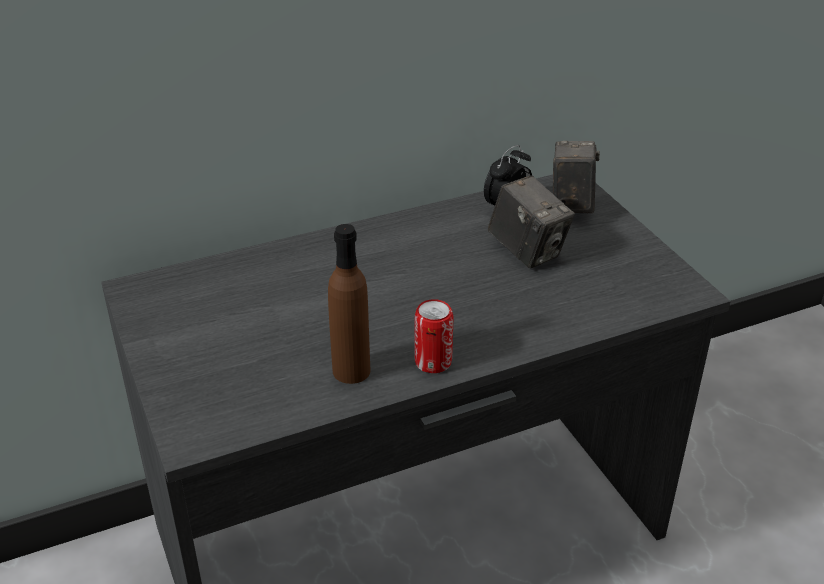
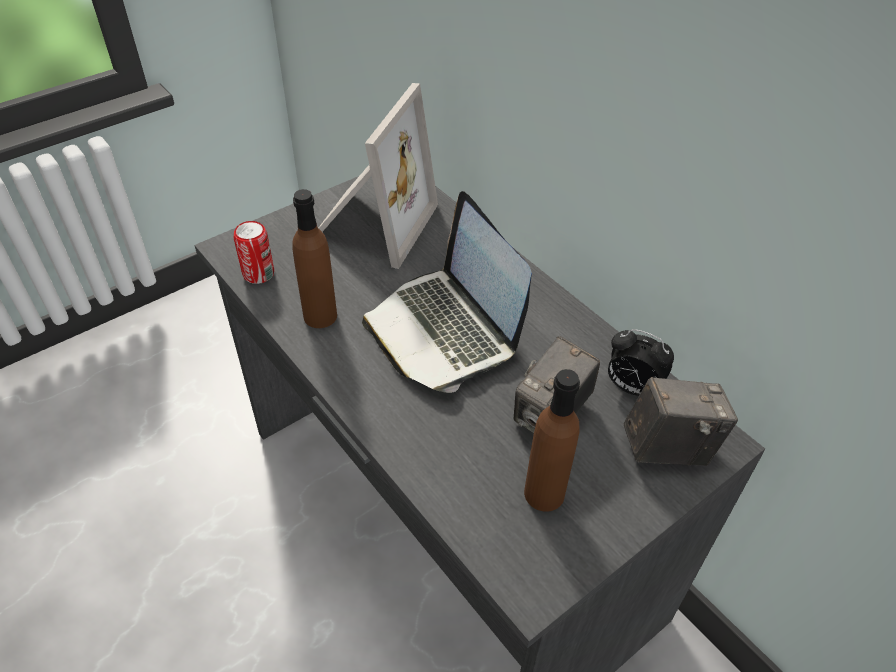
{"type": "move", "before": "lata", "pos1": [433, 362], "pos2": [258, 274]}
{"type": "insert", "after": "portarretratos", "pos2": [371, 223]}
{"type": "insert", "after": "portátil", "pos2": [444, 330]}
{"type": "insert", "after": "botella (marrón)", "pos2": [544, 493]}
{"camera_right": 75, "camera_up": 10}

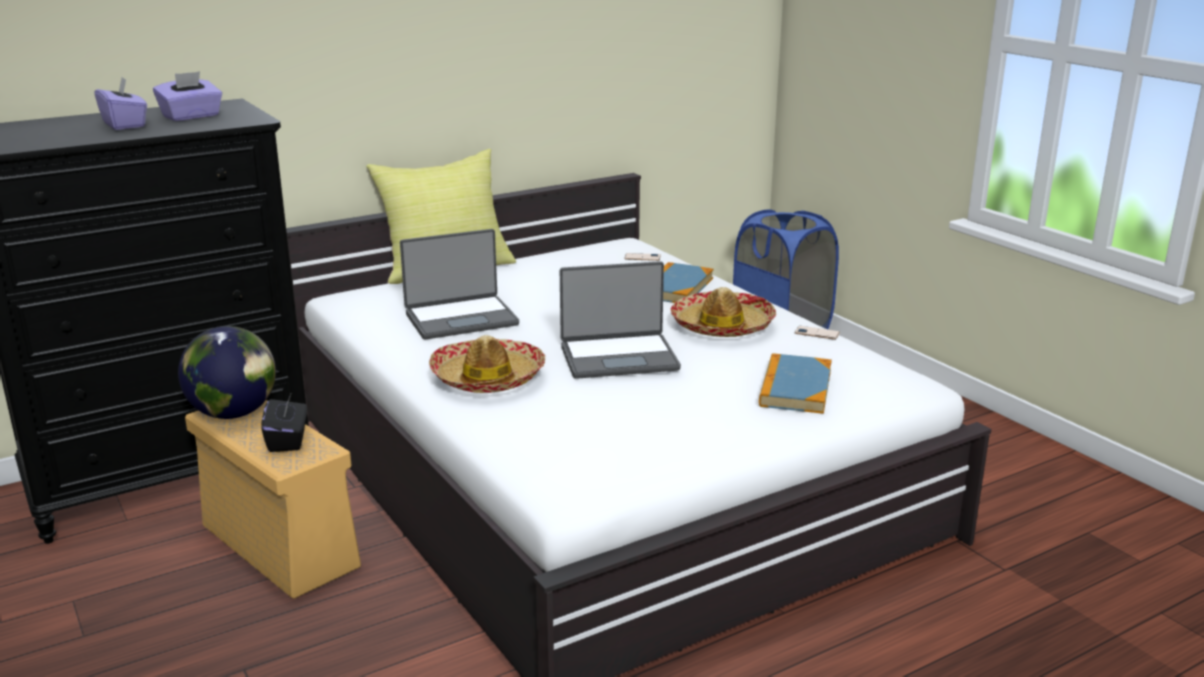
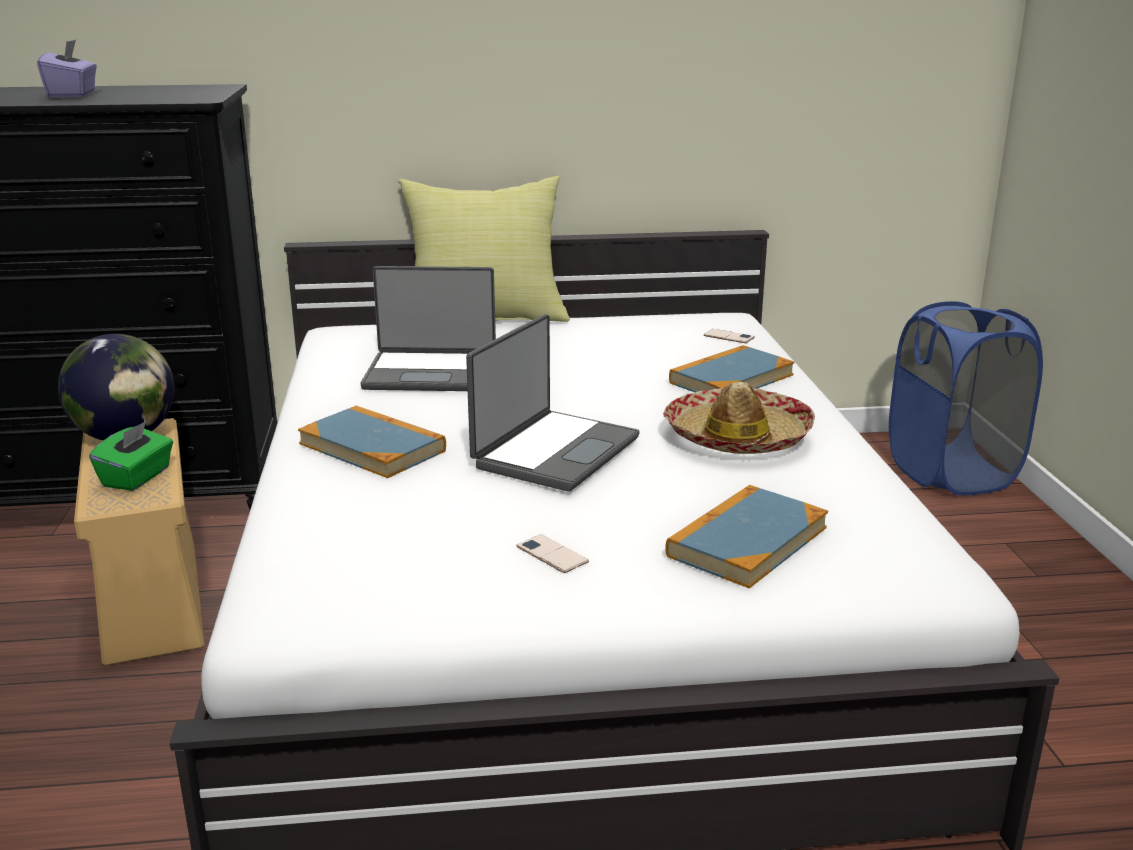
{"type": "delete", "before": "caja de pañuelos (morado)", "pos1": [191, 116]}
{"type": "rotate", "before": "portátil", "pos1": [619, 357], "pos2": [554, 452], "turn": -75}
{"type": "move", "before": "móvil", "pos1": [817, 333], "pos2": [552, 554]}
{"type": "replace", "before": "sombrero", "after": "libro", "pos1": [488, 378], "pos2": [372, 447]}
{"type": "recolor", "before": "caja de pañuelos (negro)", "after": "caja de pañuelos (verde)", "pos1": [288, 440], "pos2": [137, 477]}
{"camera_right": 25, "camera_up": 0}

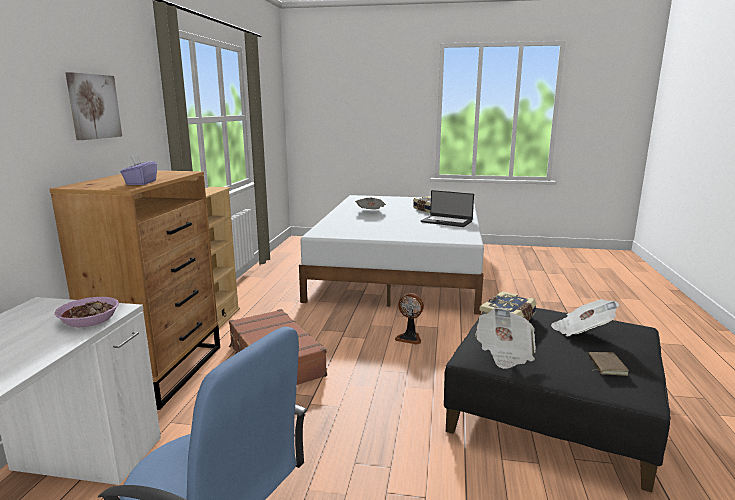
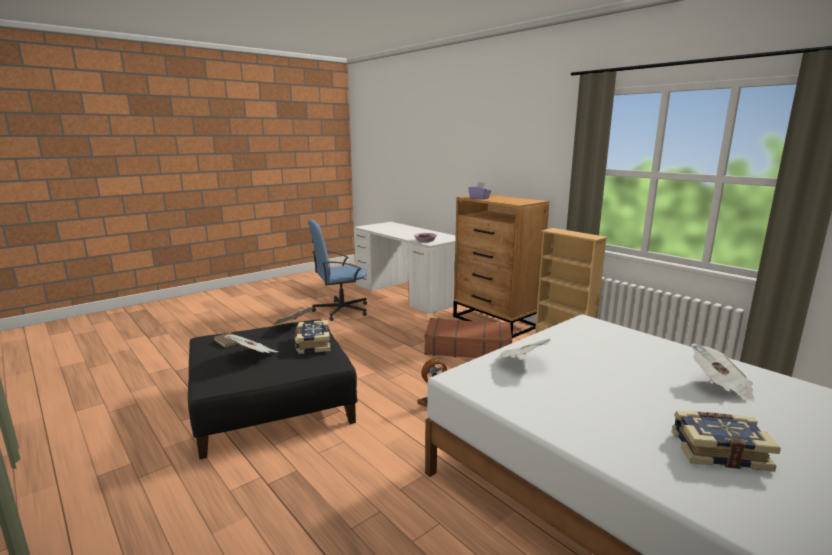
{"type": "delete", "before": "cuadro", "pos1": [93, 106]}
{"type": "delete", "before": "portátil", "pos1": [446, 221]}
{"type": "insert", "after": "periódico", "pos2": [520, 363]}
{"camera_right": 130, "camera_up": 0}

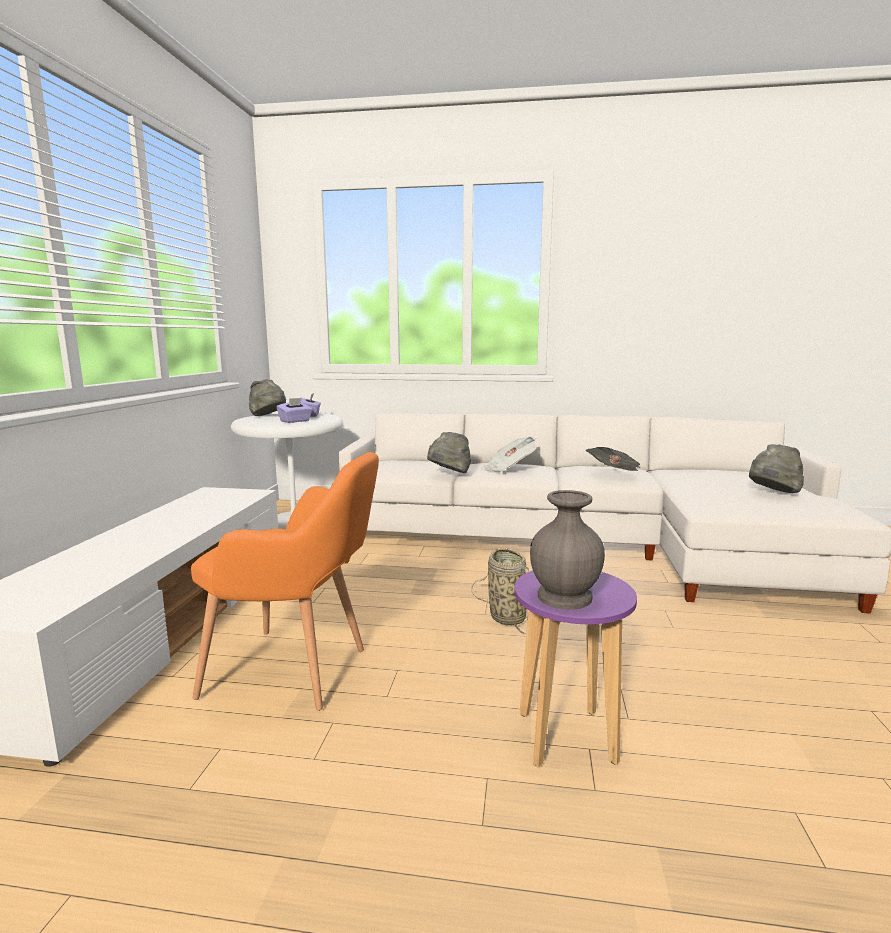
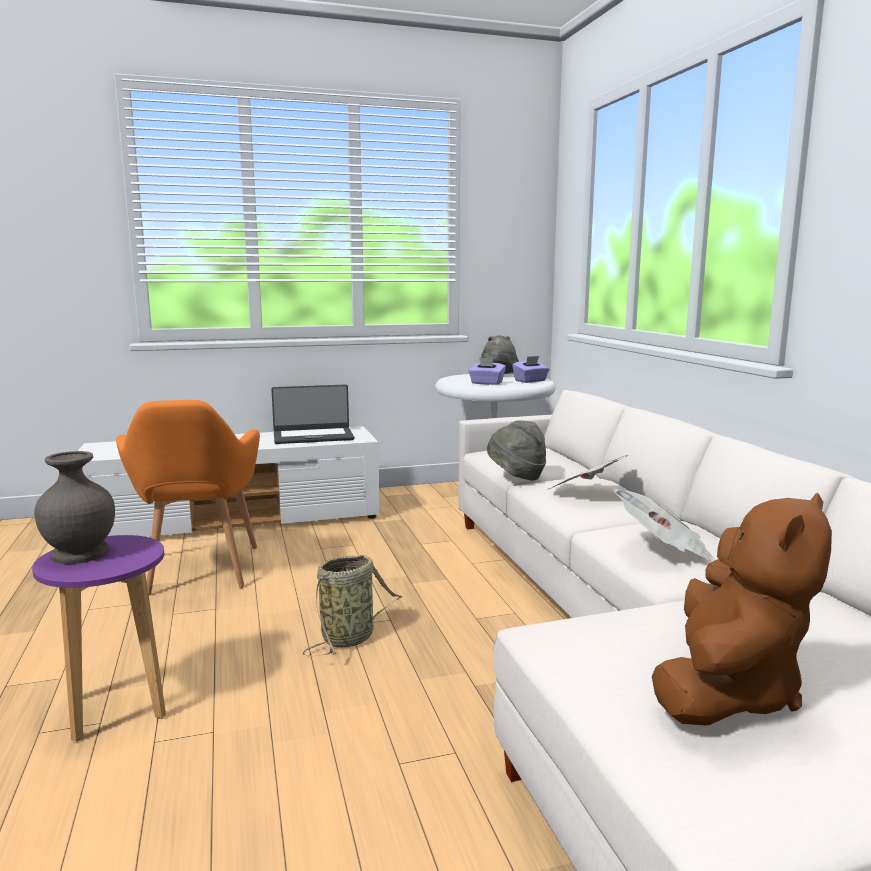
{"type": "replace", "before": "sombrero (gris)", "after": "peluche (marrón)", "pos1": [773, 494], "pos2": [727, 691]}
{"type": "insert", "after": "portátil", "pos2": [313, 436]}
{"camera_right": 65, "camera_up": 0}

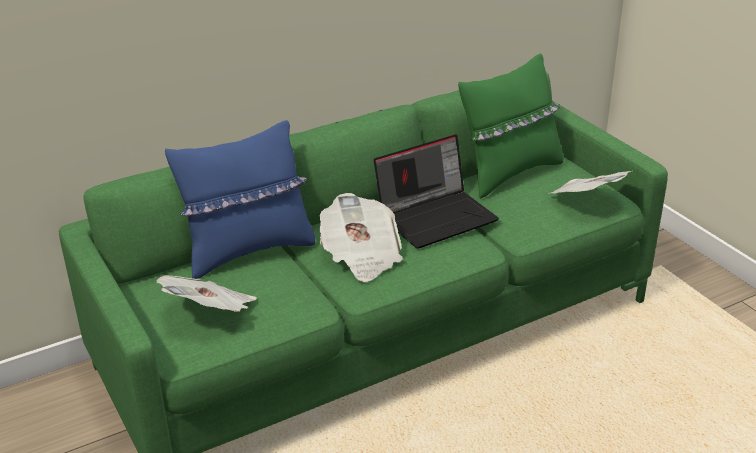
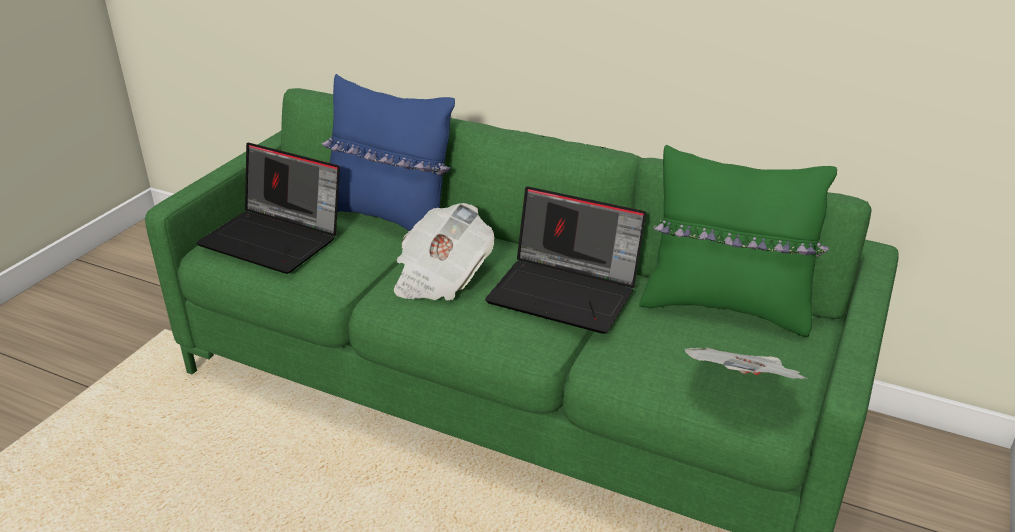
{"type": "replace", "before": "periódico", "after": "portátil", "pos1": [211, 313], "pos2": [275, 239]}
{"camera_right": 55, "camera_up": 0}

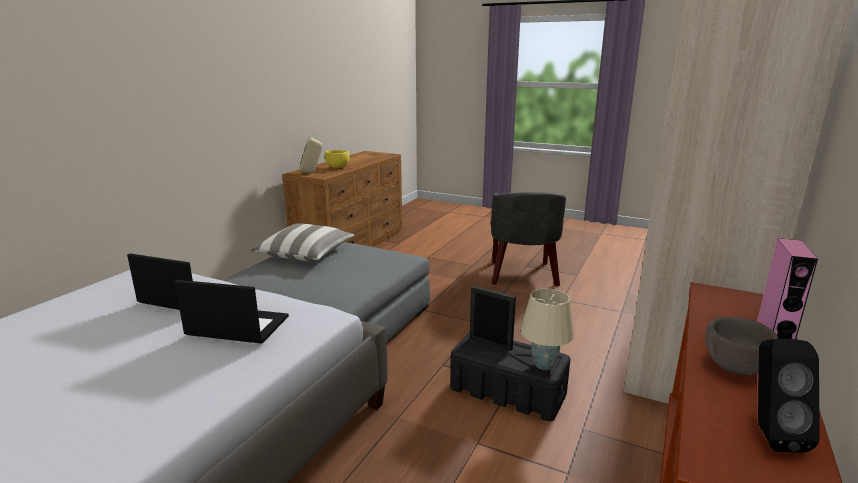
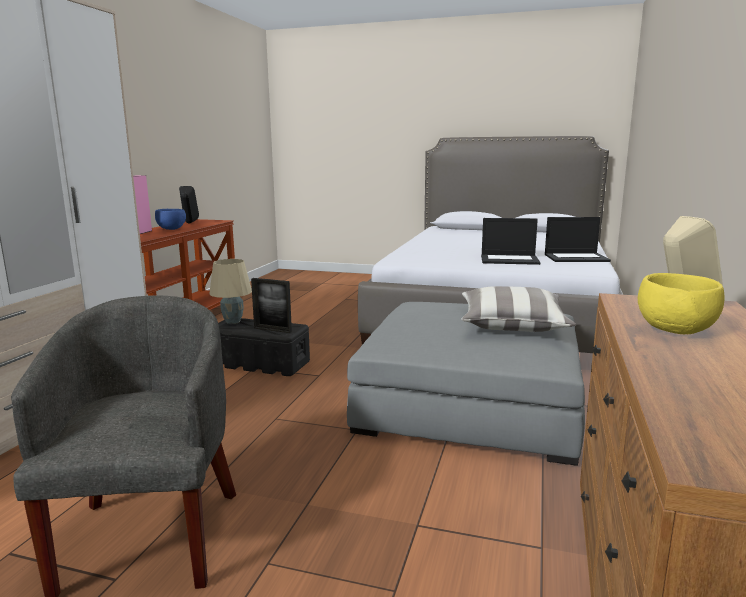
{"type": "move", "before": "portátil", "pos1": [236, 326], "pos2": [576, 258]}
{"type": "recolor", "before": "cuenco (marrón)", "after": "cuenco (azul)", "pos1": [734, 367], "pos2": [171, 229]}
{"camera_right": 170, "camera_up": -5}

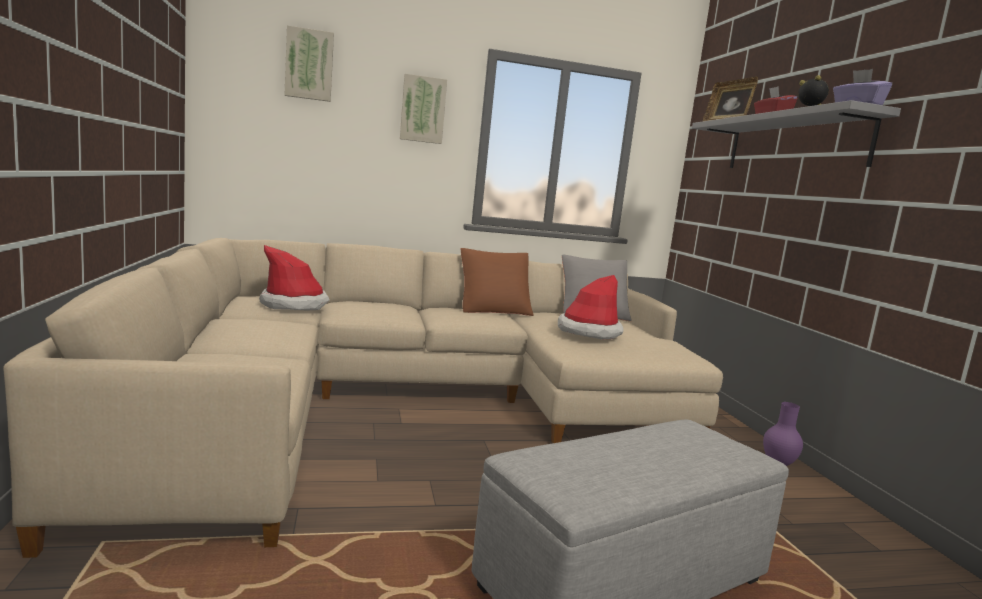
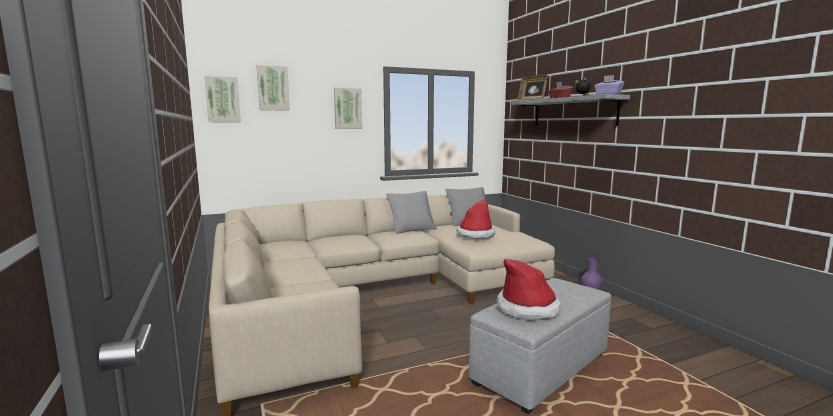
{"type": "move", "before": "sombrero", "pos1": [294, 304], "pos2": [528, 308]}
{"type": "recolor", "before": "cojín (marrón)", "after": "cojín (gris)", "pos1": [493, 309], "pos2": [411, 228]}
{"type": "insert", "after": "cuadro", "pos2": [222, 99]}
{"camera_right": -10, "camera_up": 0}

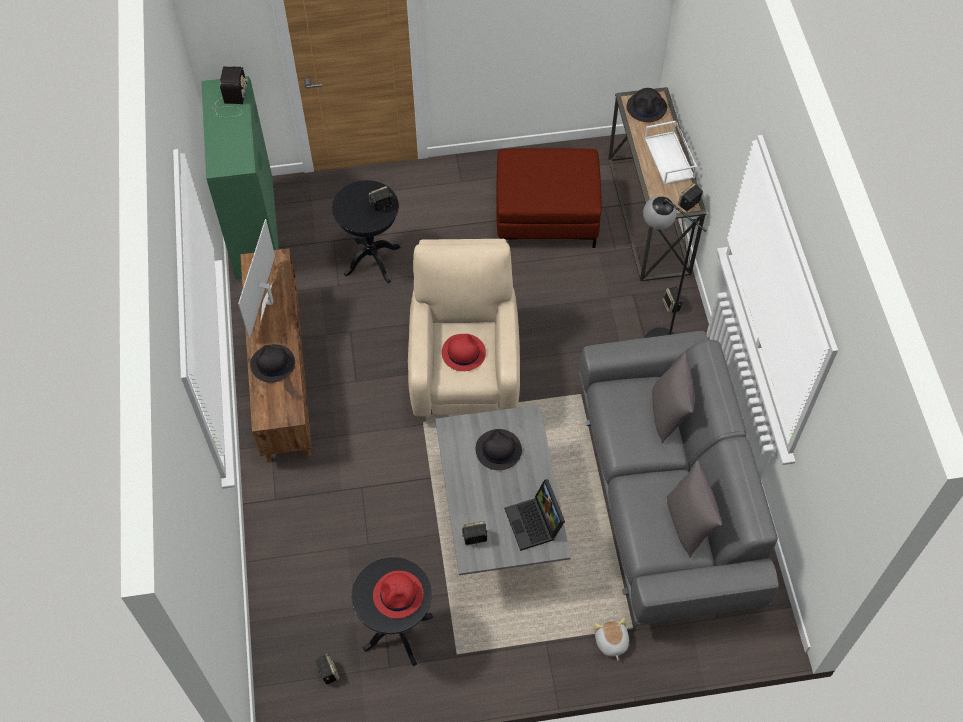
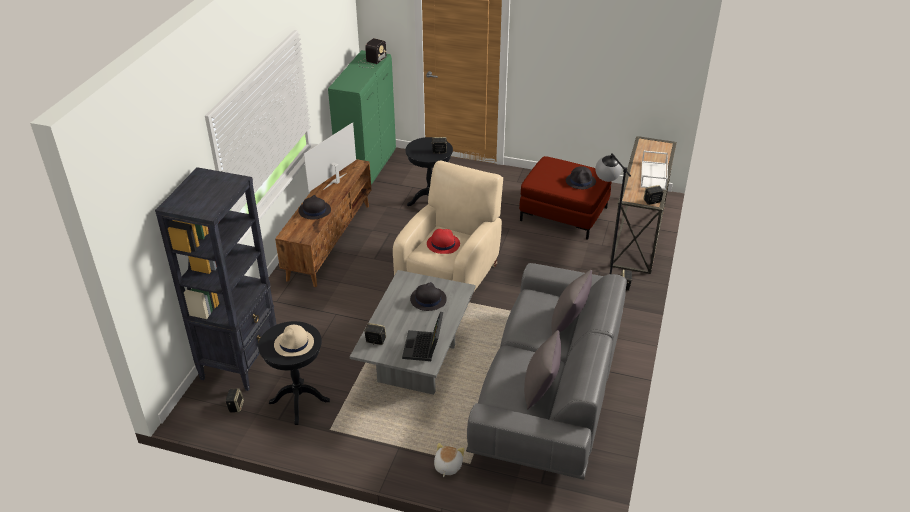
{"type": "move", "before": "sombrero (negro)", "pos1": [647, 107], "pos2": [581, 181]}
{"type": "recolor", "before": "sombrero (rojo)", "after": "sombrero (beis)", "pos1": [398, 595], "pos2": [294, 344]}
{"type": "insert", "after": "estantería (negro)", "pos2": [241, 361]}
{"camera_right": 25, "camera_up": -20}

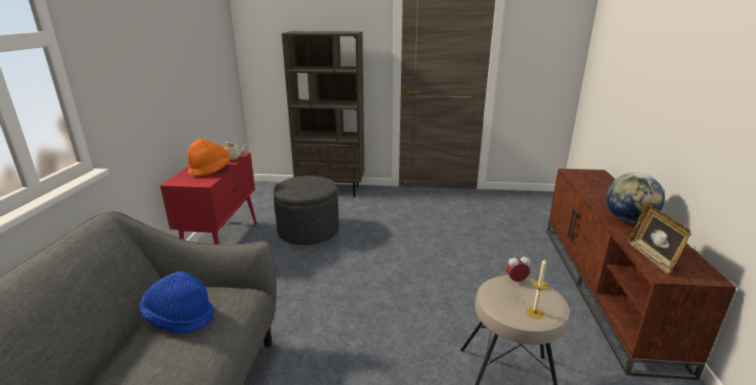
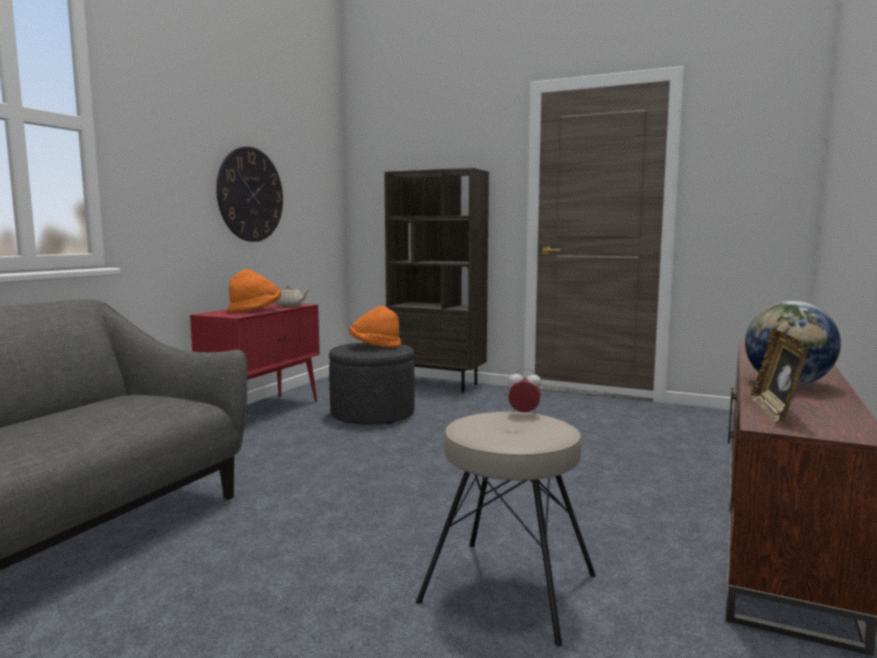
{"type": "delete", "before": "vela", "pos1": [534, 313]}
{"type": "delete", "before": "sombrero (azul)", "pos1": [180, 317]}
{"type": "insert", "after": "reloj de pared", "pos2": [250, 195]}
{"type": "insert", "after": "sombrero (naranja)", "pos2": [375, 346]}
{"camera_right": 20, "camera_up": -15}

